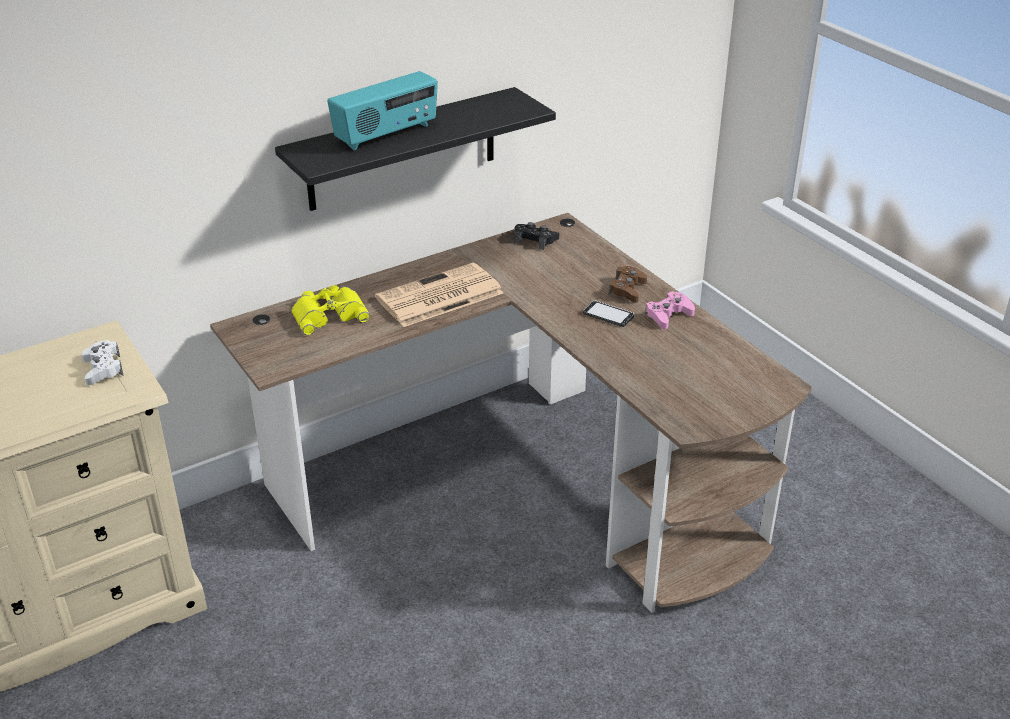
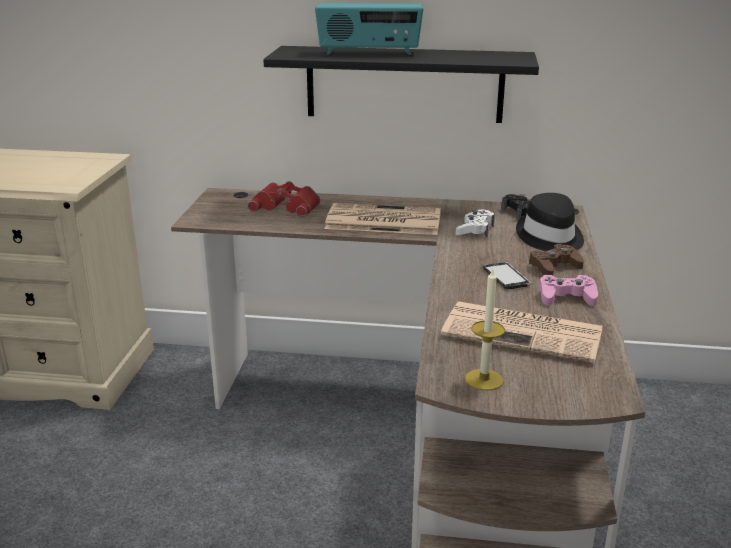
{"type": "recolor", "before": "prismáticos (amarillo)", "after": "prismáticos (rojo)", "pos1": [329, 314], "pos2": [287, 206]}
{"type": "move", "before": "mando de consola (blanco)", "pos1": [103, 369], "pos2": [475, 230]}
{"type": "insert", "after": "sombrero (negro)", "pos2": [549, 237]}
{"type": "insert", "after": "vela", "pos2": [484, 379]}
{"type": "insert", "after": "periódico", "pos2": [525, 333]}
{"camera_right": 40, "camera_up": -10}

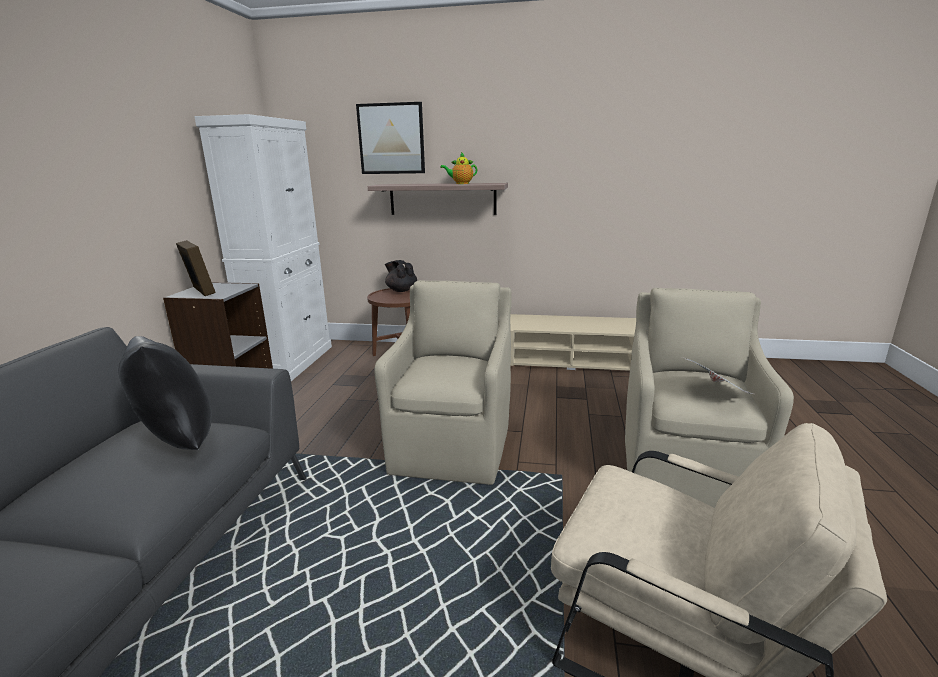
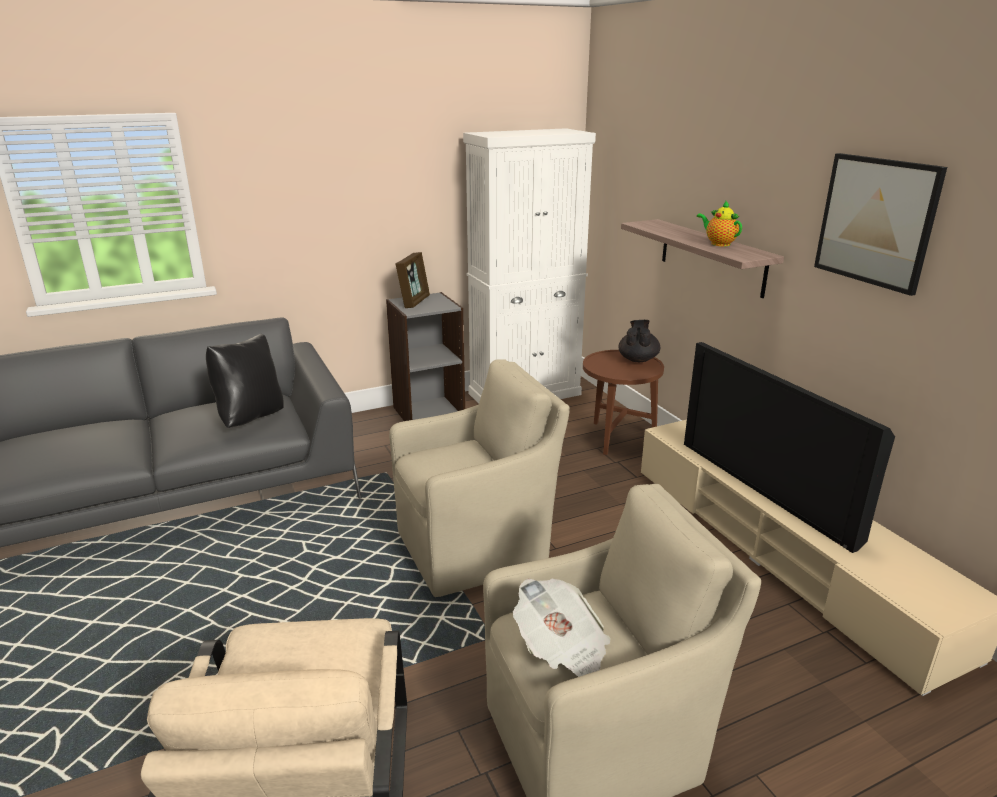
{"type": "move", "before": "cuadro", "pos1": [391, 139], "pos2": [876, 221]}
{"type": "insert", "after": "televisor", "pos2": [768, 489]}
{"camera_right": 55, "camera_up": 5}

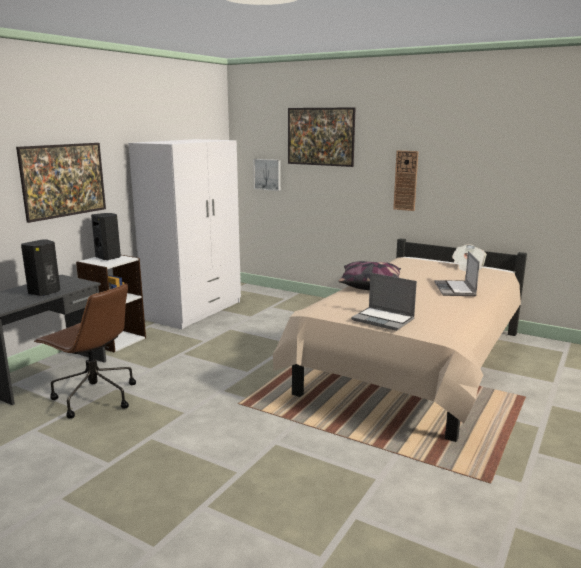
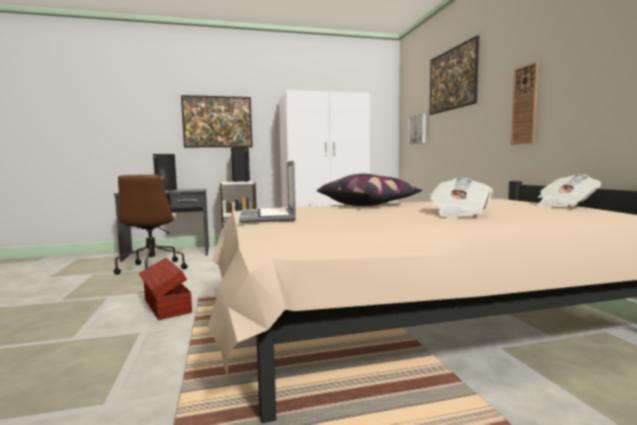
{"type": "replace", "before": "portátil", "after": "periódico", "pos1": [455, 290], "pos2": [458, 214]}
{"type": "insert", "after": "caja de almacenaje (marrón)", "pos2": [166, 306]}
{"camera_right": 45, "camera_up": -10}

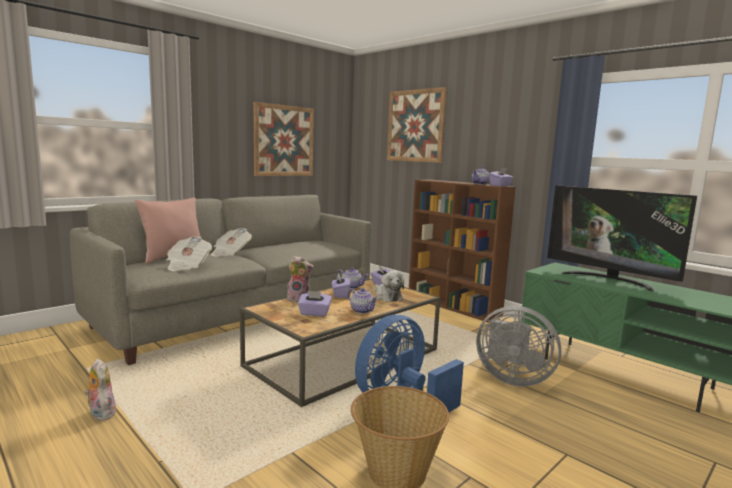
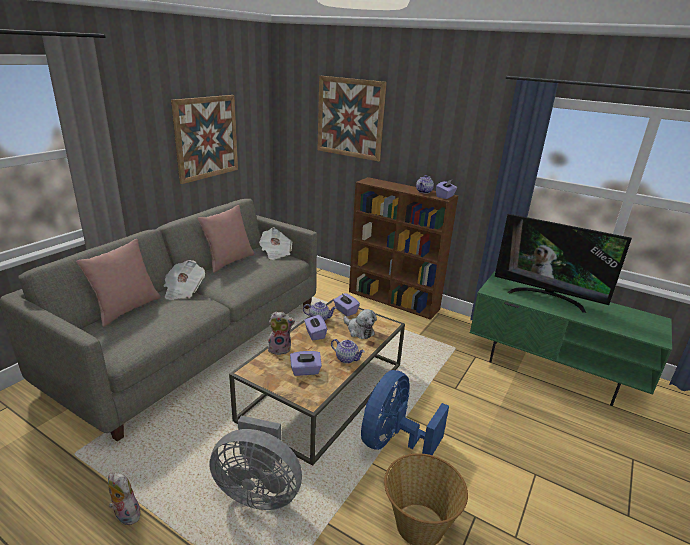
{"type": "move", "before": "periódico", "pos1": [187, 266], "pos2": [276, 252]}
{"type": "move", "before": "ventilador (gris)", "pos1": [512, 378], "pos2": [258, 492]}
{"type": "insert", "after": "cojín (rosa)", "pos2": [229, 261]}
{"camera_right": -15, "camera_up": 15}

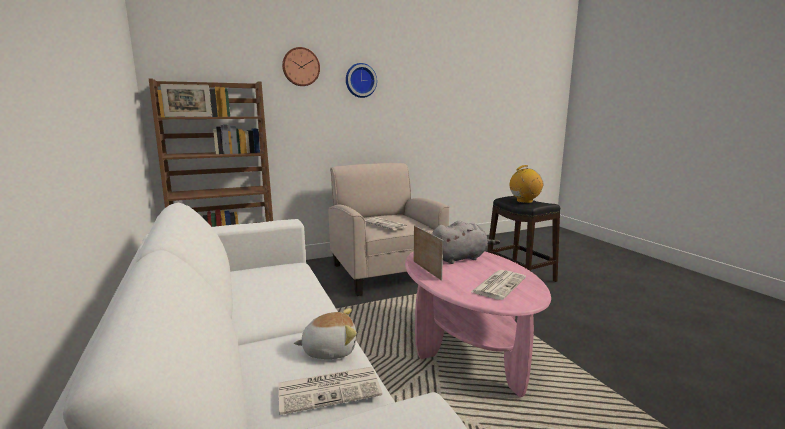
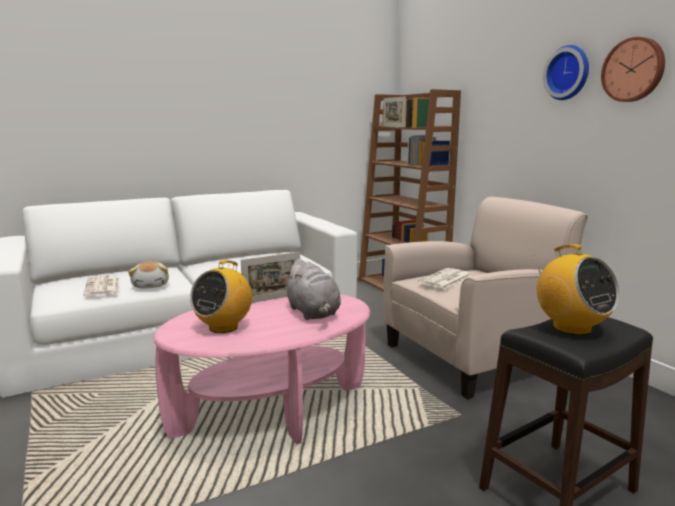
{"type": "move", "before": "reloj de pared", "pos1": [300, 67], "pos2": [633, 70]}
{"type": "replace", "before": "periódico", "after": "radio", "pos1": [498, 285], "pos2": [223, 327]}
{"camera_right": 85, "camera_up": 0}

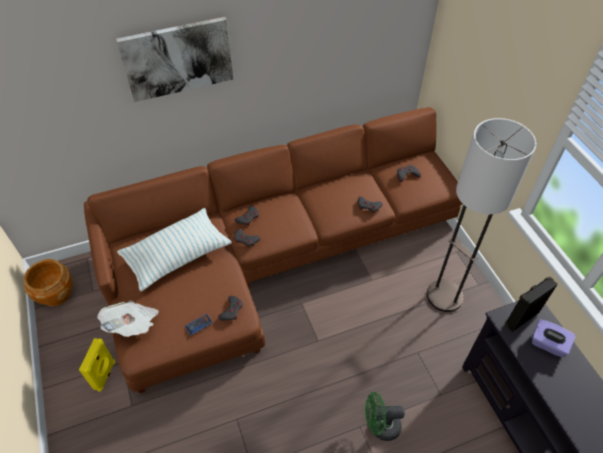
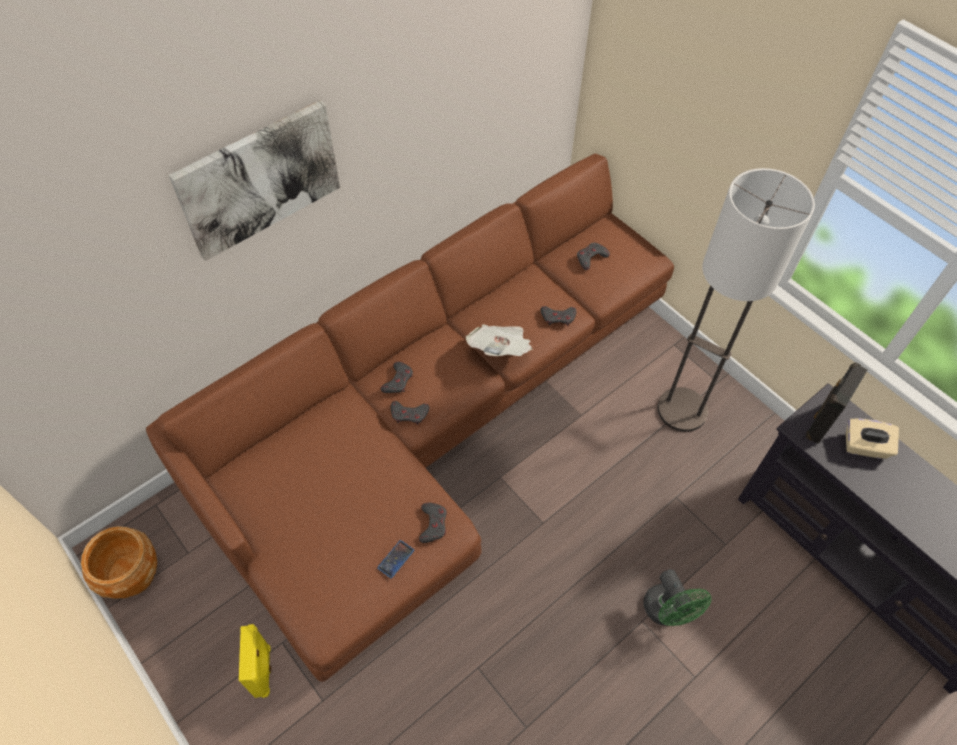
{"type": "delete", "before": "cojín", "pos1": [177, 256]}
{"type": "move", "before": "periódico", "pos1": [133, 324], "pos2": [500, 350]}
{"type": "recolor", "before": "caja de pañuelos (morado)", "after": "caja de pañuelos (beis)", "pos1": [548, 344], "pos2": [864, 447]}
{"type": "rotate", "before": "ventilador (verde)", "pos1": [380, 426], "pos2": [667, 612], "turn": -90}
{"camera_right": -20, "camera_up": 5}

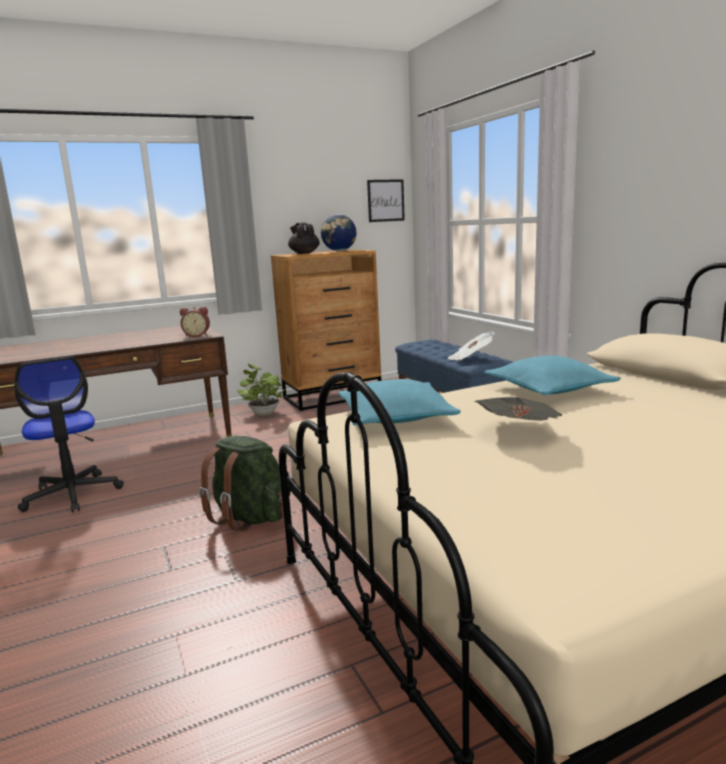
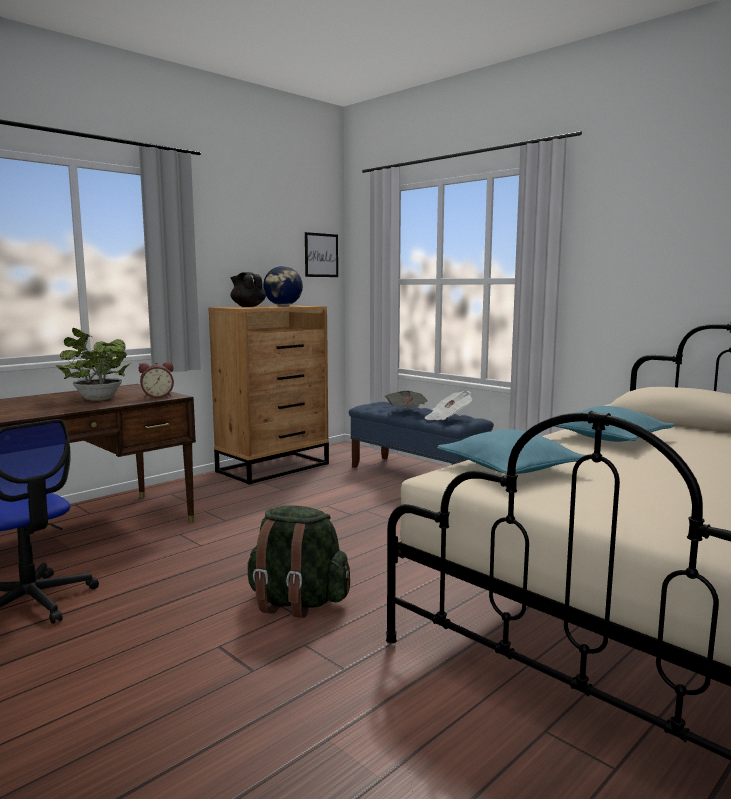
{"type": "move", "before": "planta en maceta", "pos1": [263, 413], "pos2": [96, 398]}
{"type": "move", "before": "periódico", "pos1": [519, 432], "pos2": [406, 411]}
{"camera_right": -20, "camera_up": -5}

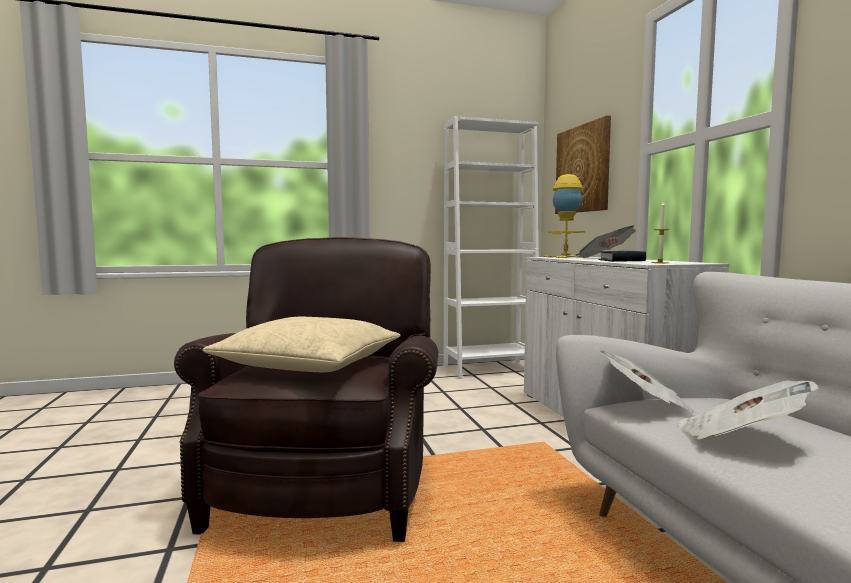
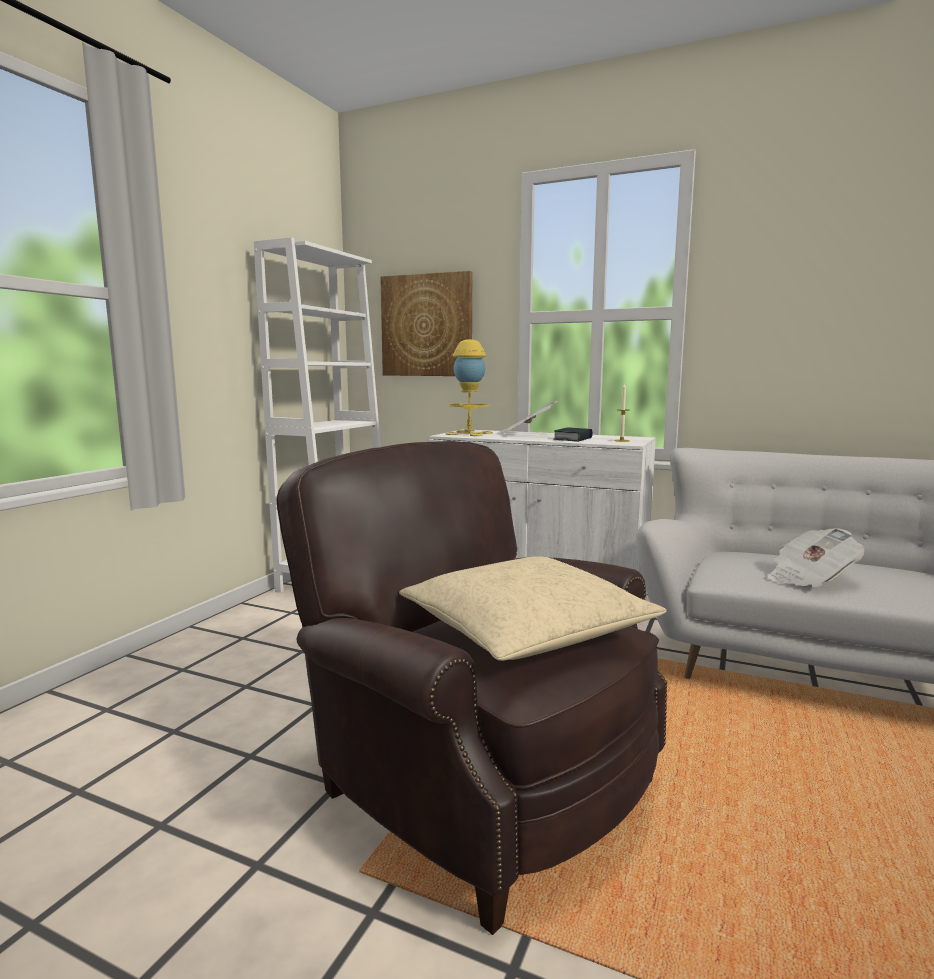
{"type": "delete", "before": "periódico", "pos1": [645, 404]}
{"camera_right": -50, "camera_up": 5}

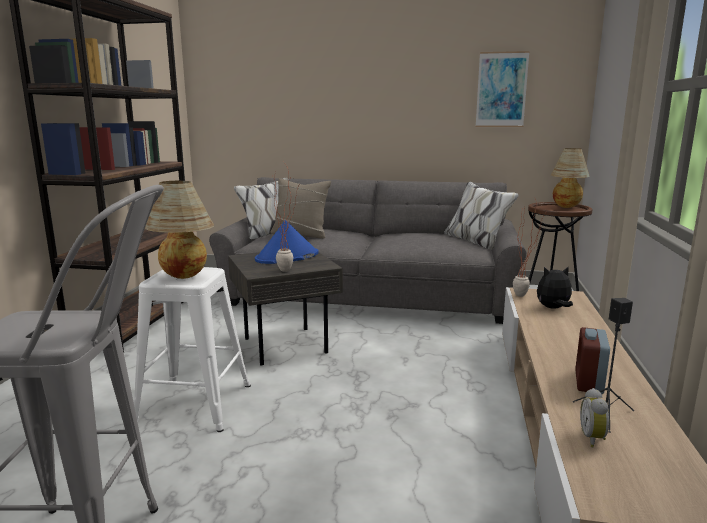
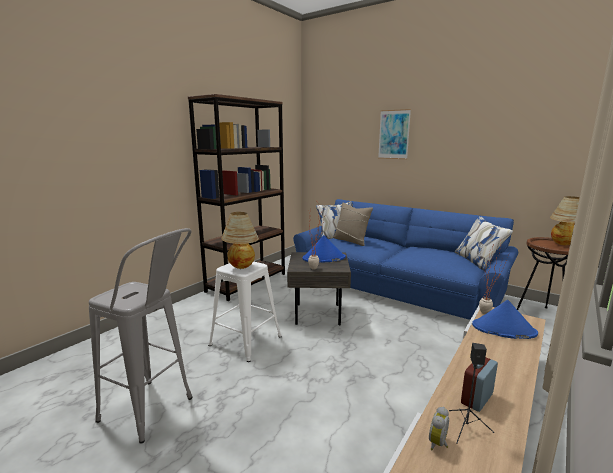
{"type": "move", "before": "cuadro", "pos1": [501, 90], "pos2": [394, 134]}
{"type": "recolor", "before": "sofá (gris)", "after": "sofá (azul)", "pos1": [369, 295], "pos2": [395, 287]}
{"type": "replace", "before": "peluche", "after": "sombrero (azul)", "pos1": [553, 308], "pos2": [503, 329]}
{"camera_right": 25, "camera_up": 0}

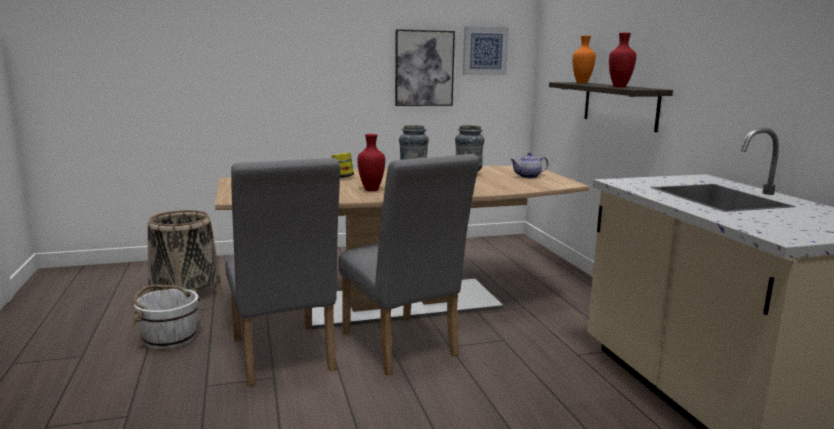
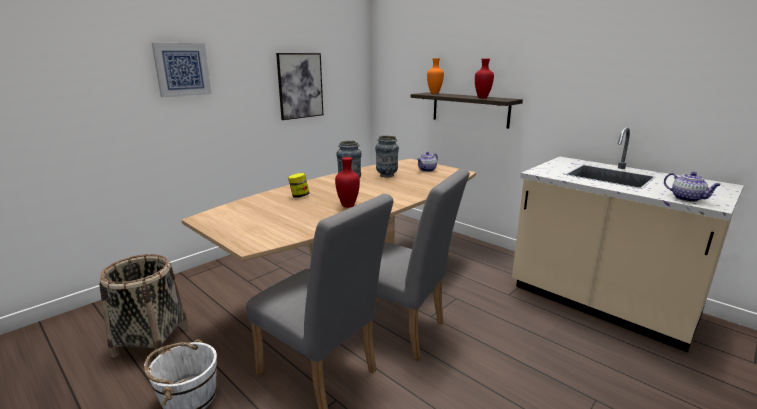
{"type": "move", "before": "cuadro", "pos1": [485, 51], "pos2": [182, 69]}
{"type": "insert", "after": "tetera", "pos2": [687, 199]}
{"camera_right": -30, "camera_up": 5}

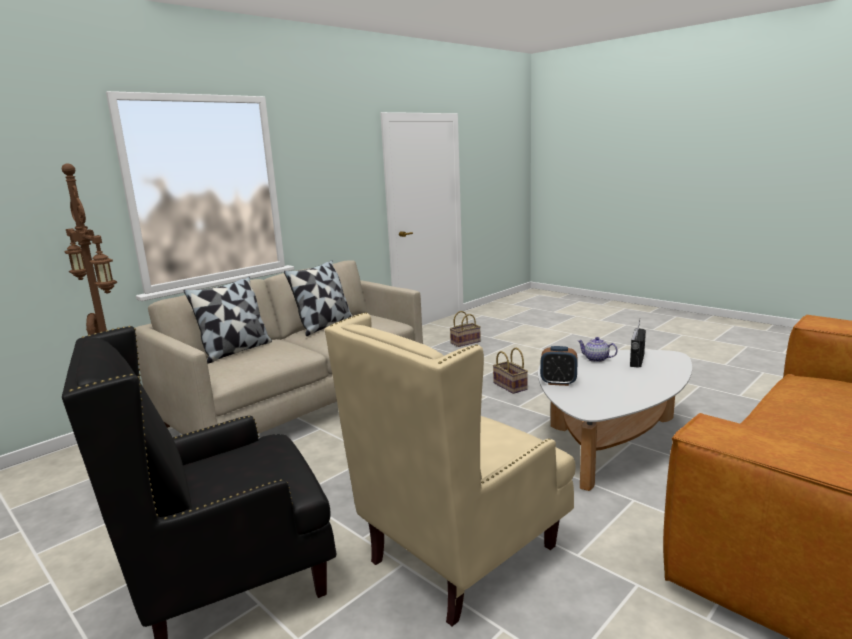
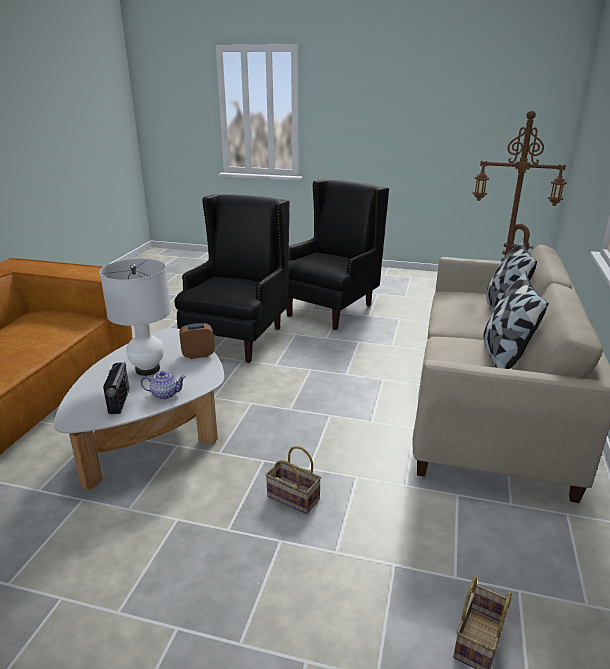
{"type": "recolor", "before": "sillón (beis)", "after": "sillón (negro)", "pos1": [461, 555], "pos2": [237, 339]}
{"type": "insert", "after": "lámpara de mesa (blanco)", "pos2": [148, 369]}
{"camera_right": 150, "camera_up": 10}

